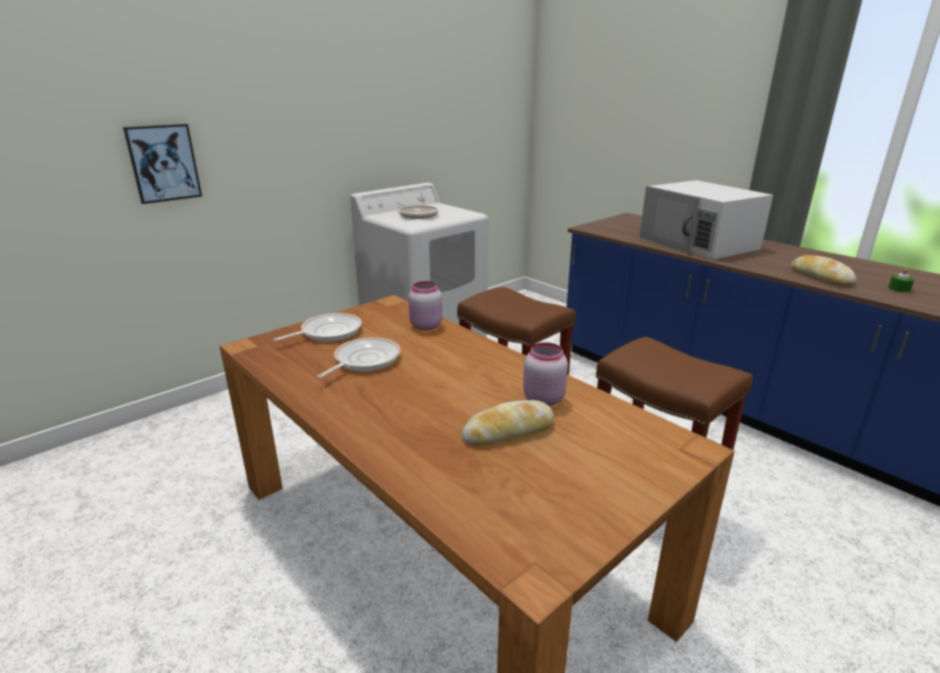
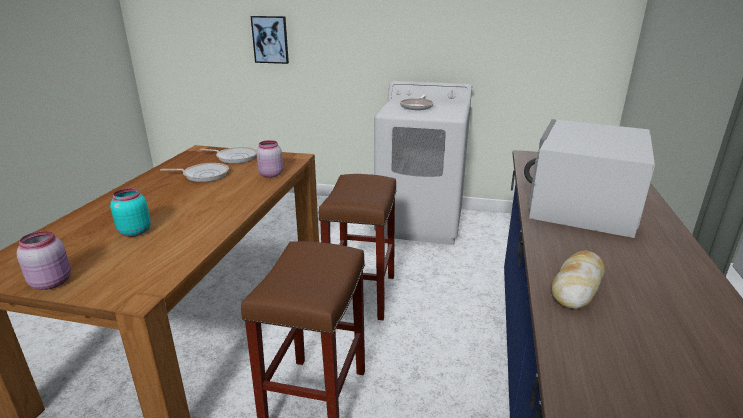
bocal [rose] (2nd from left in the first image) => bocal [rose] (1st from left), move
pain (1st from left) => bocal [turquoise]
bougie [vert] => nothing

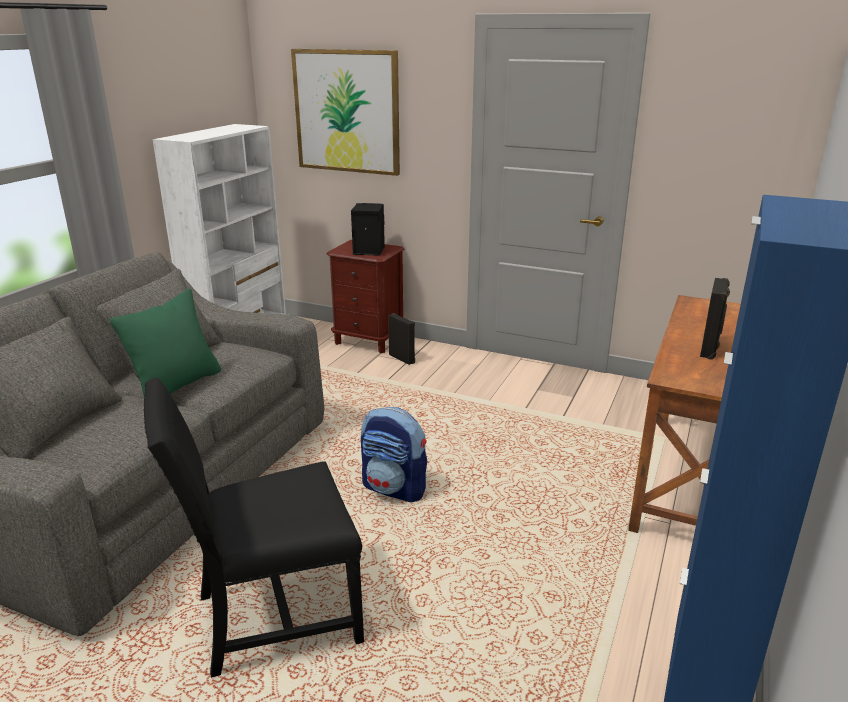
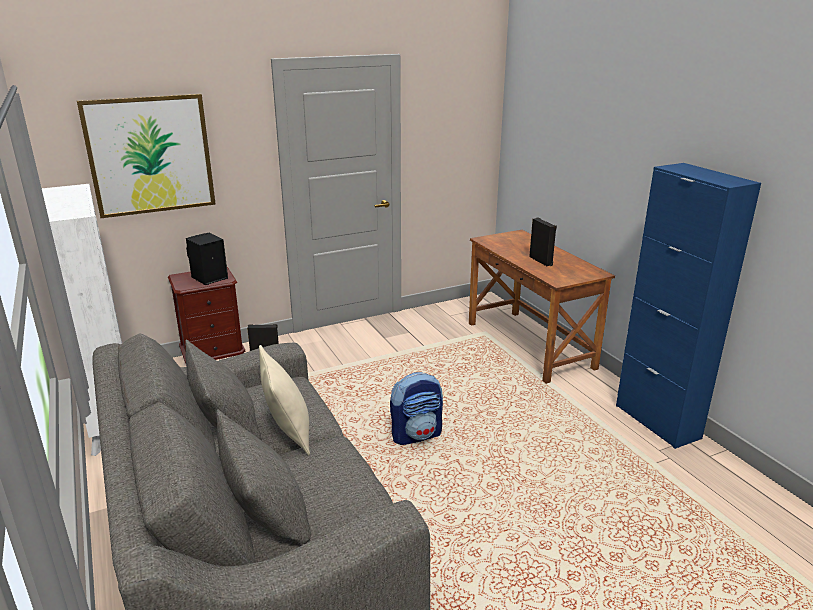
coussin [vert] => coussin [beige]
chaise [noir] => nothing

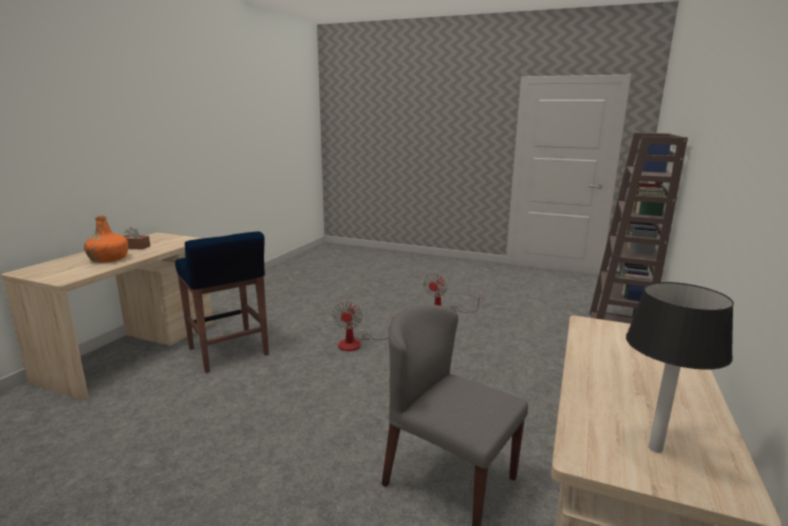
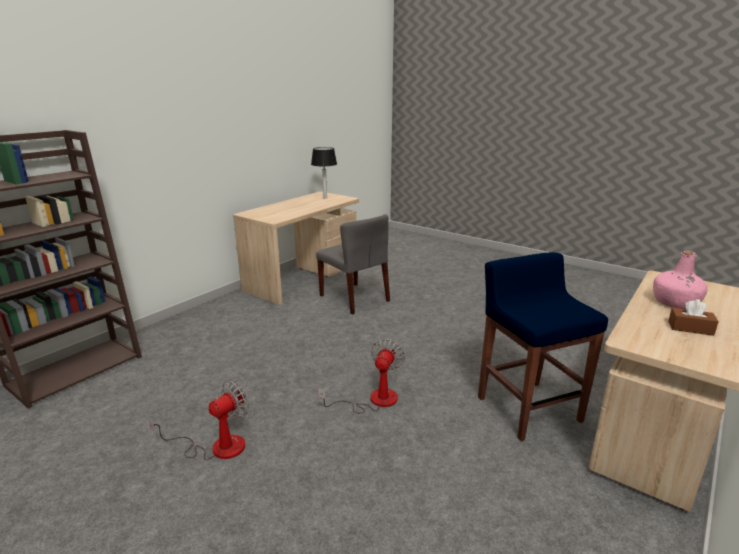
bouteille [orange] => bouteille [rose]

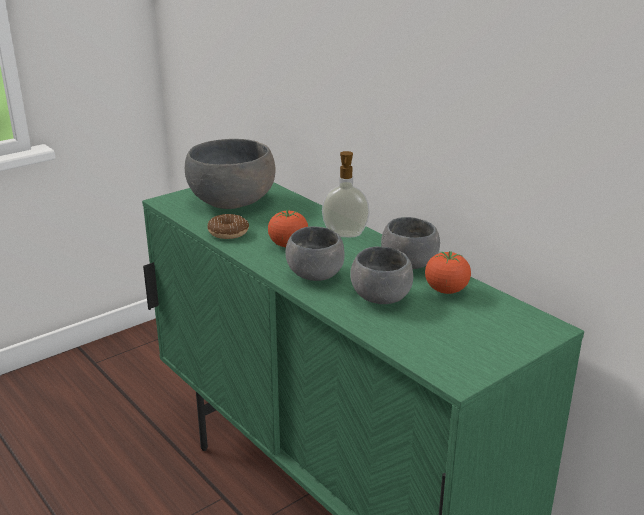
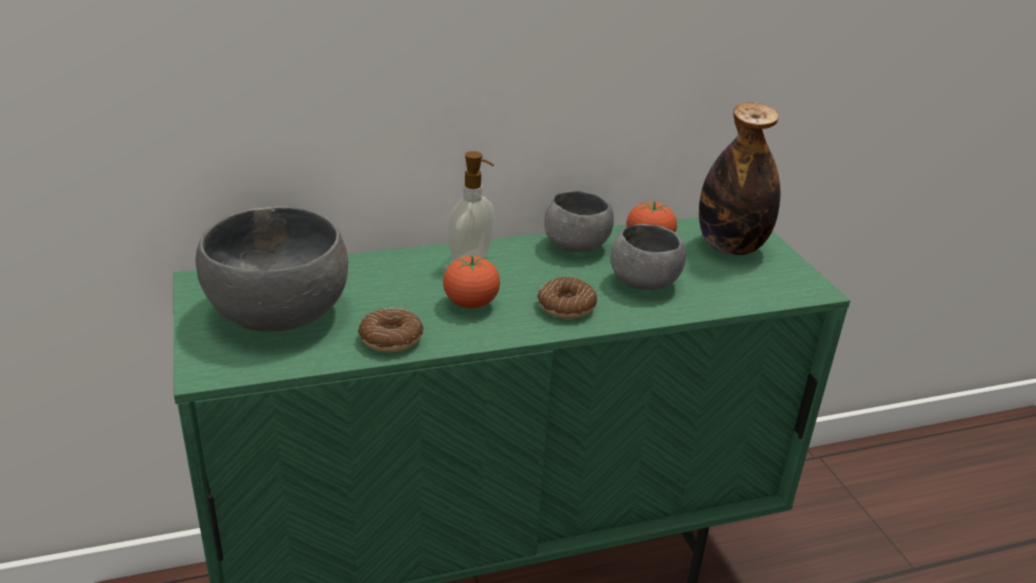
bol [gris] (2nd from left) => beignet (2nd from left)
nothing => bouteille

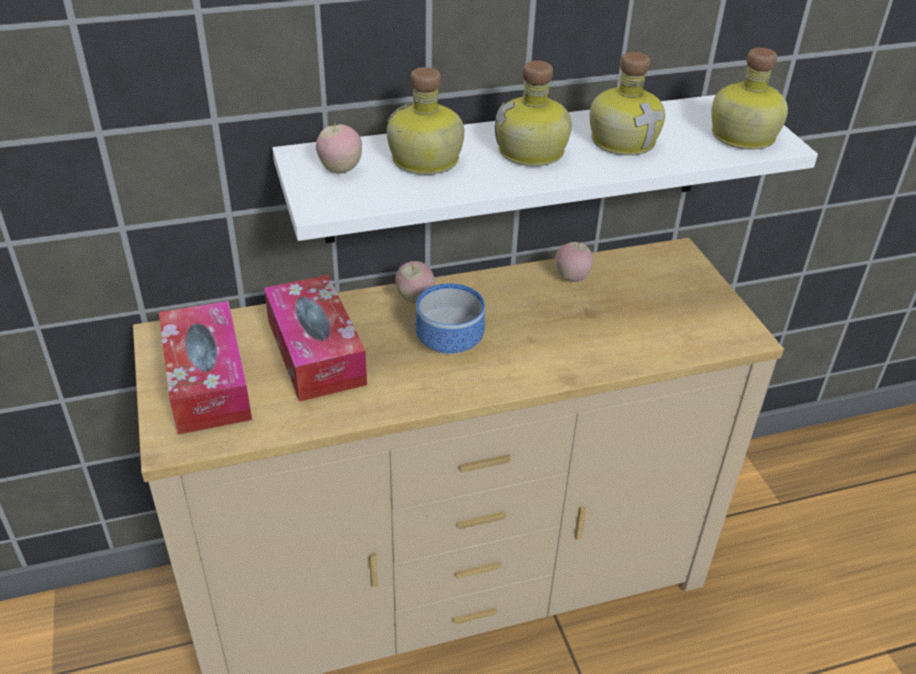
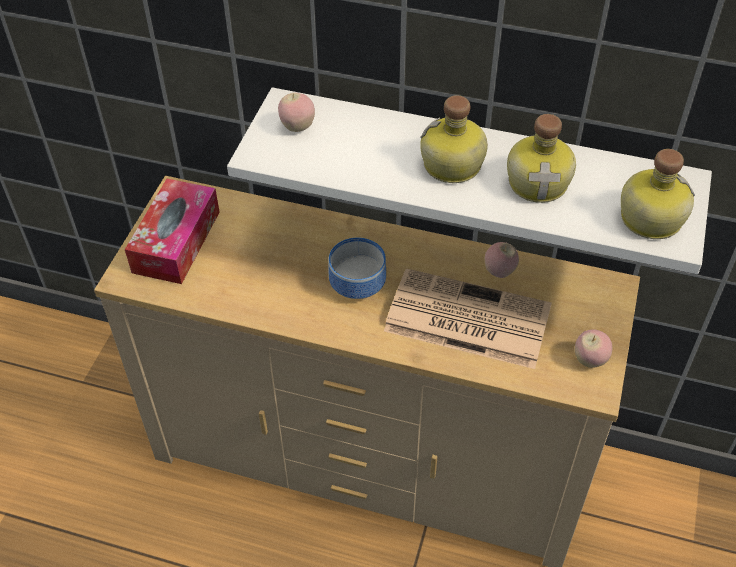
nothing => journal
pomme (2nd from left in the first image) => pomme (3rd from left), move
boîte à mouchoirs (2nd from left) => nothing
bouteille (1st from left) => nothing

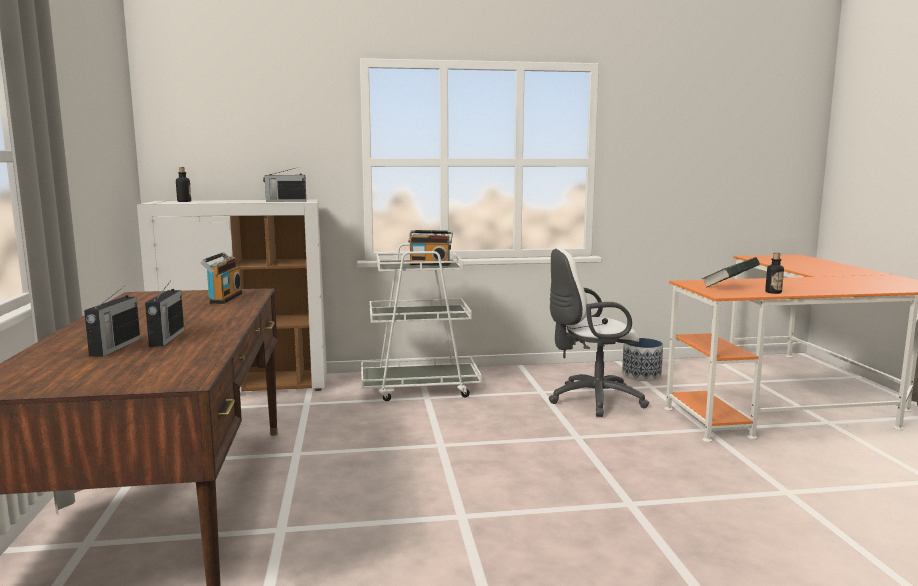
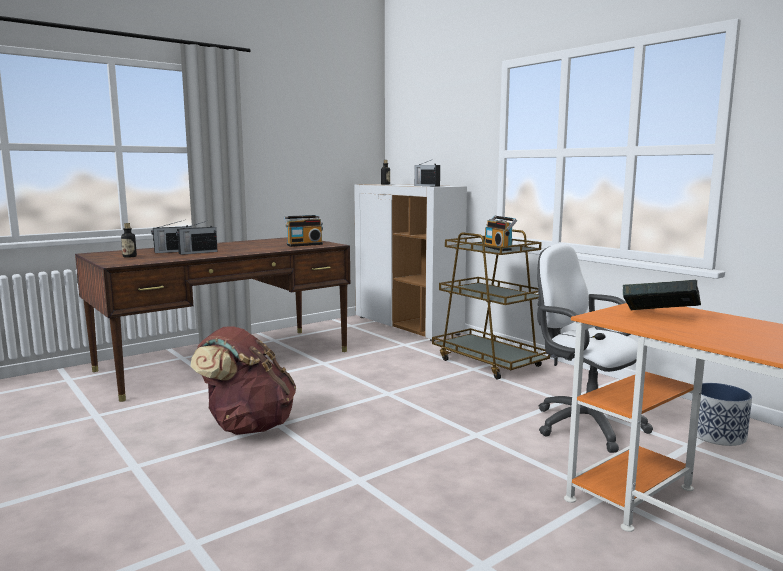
bouteille (2nd from left in the first image) => bouteille (1st from left), move
nothing => sac à dos [marron]
chariot [blanc] => chariot [marron]

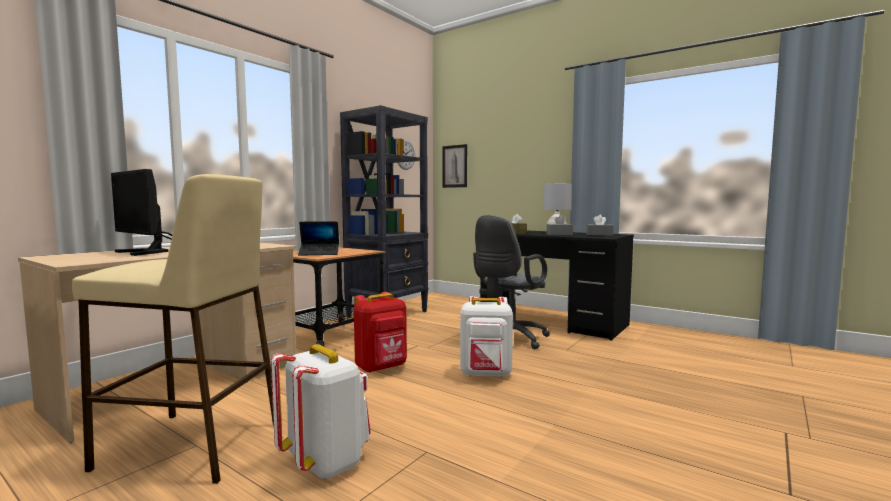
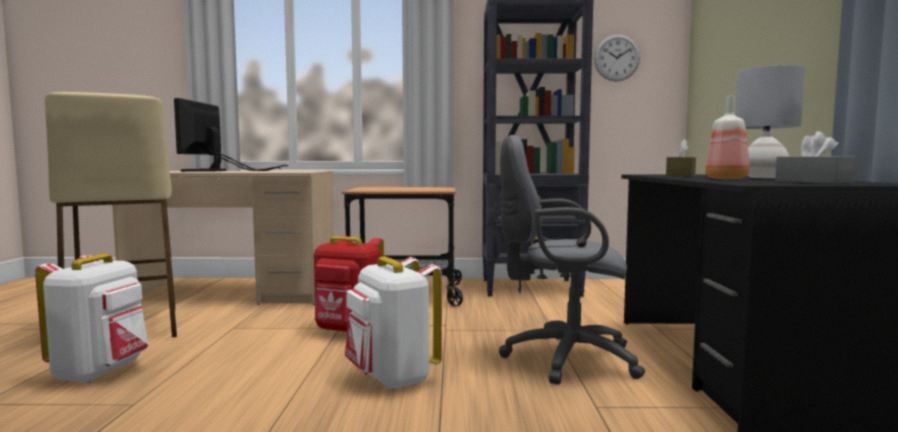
boîte à mouchoirs [gris] (1st from left) => bouteille
ordinateur portable => nothing
tableau => nothing

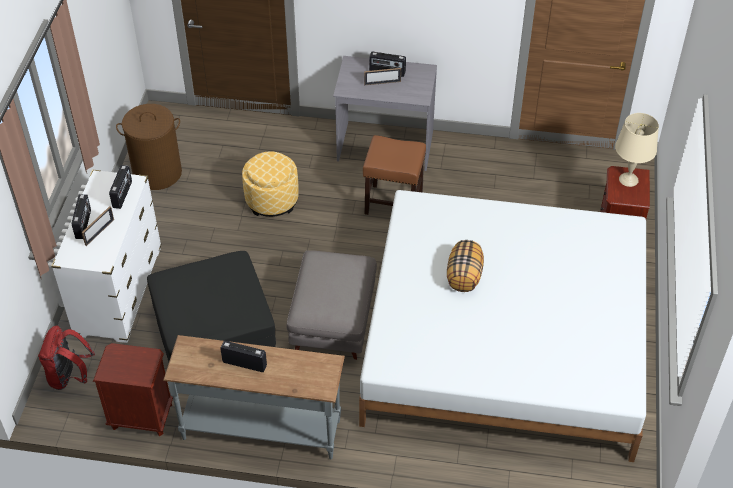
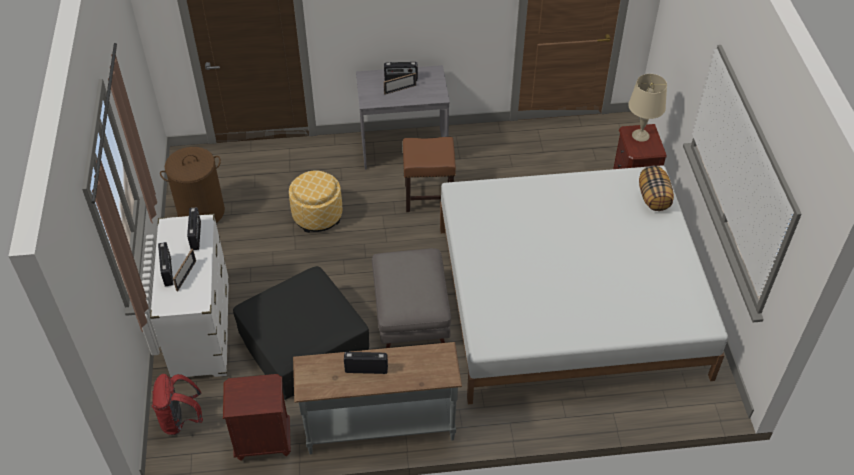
coussin, move

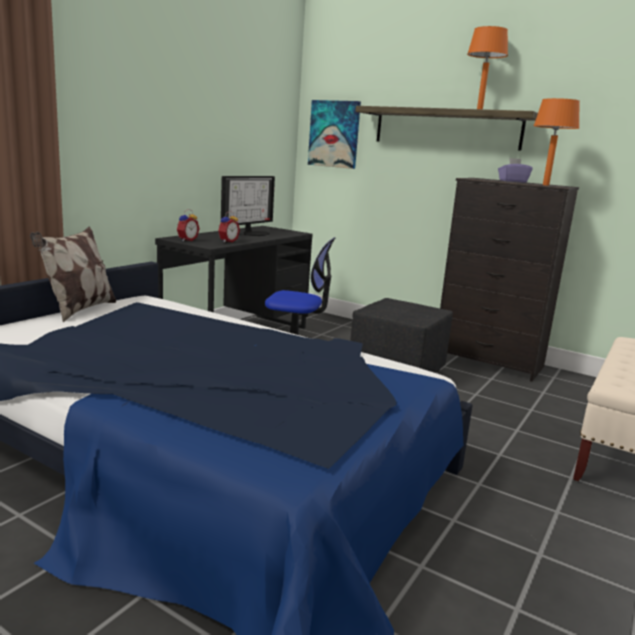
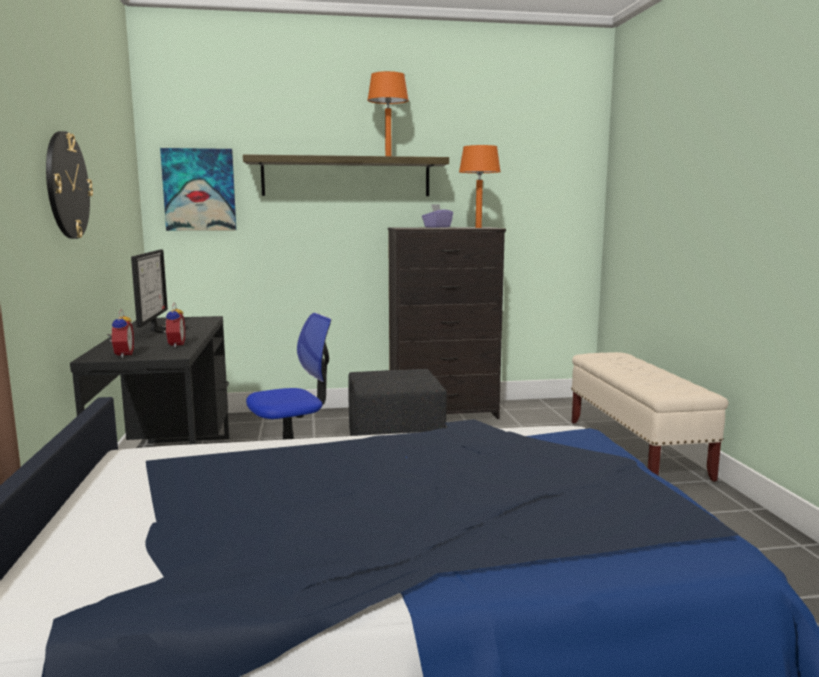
nothing => horloge murale
coussin => nothing

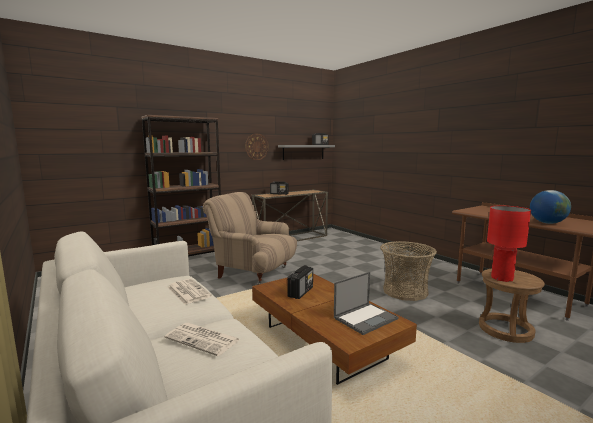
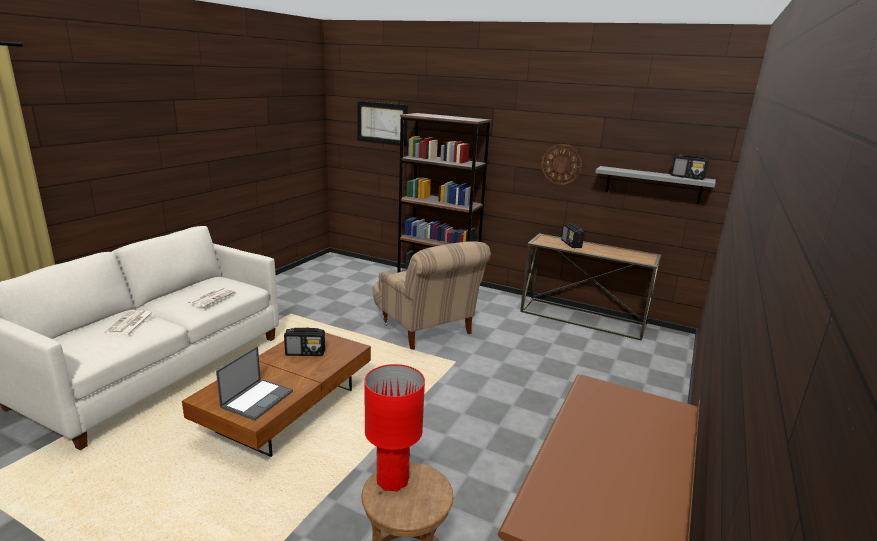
ordinateur portable, 90 degrees counterclockwise
nothing => tableau
fauteuil [beige], 150 degrees clockwise
panier => nothing
globe => nothing

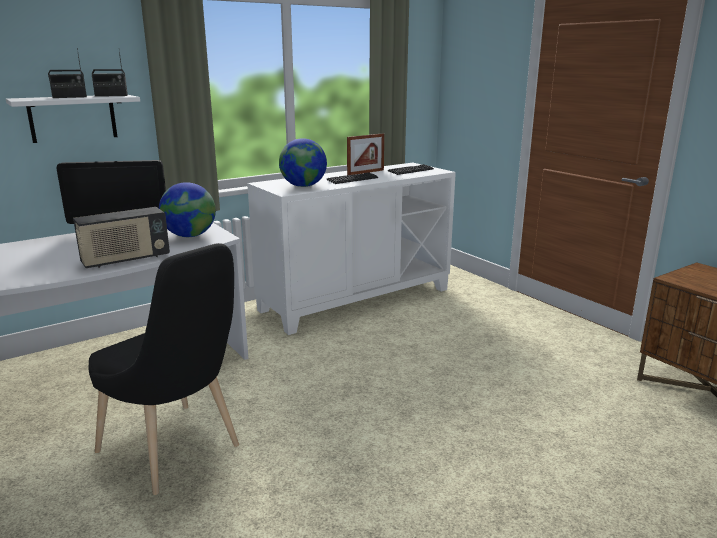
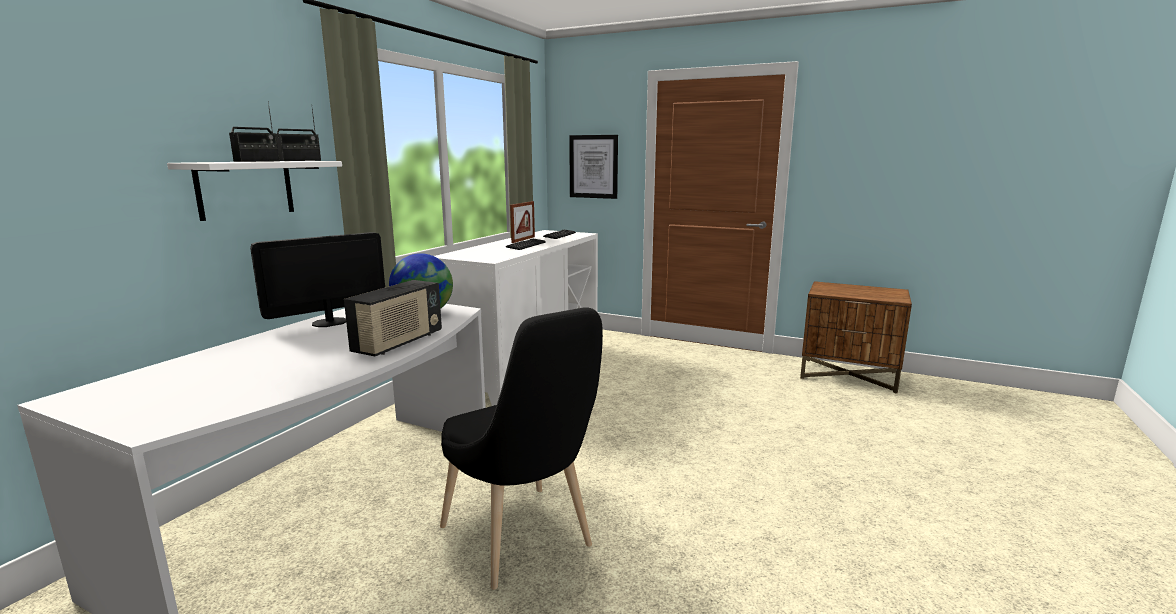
chaise [noir], 45 degrees clockwise
nothing => tableau
globe (2nd from left) => nothing

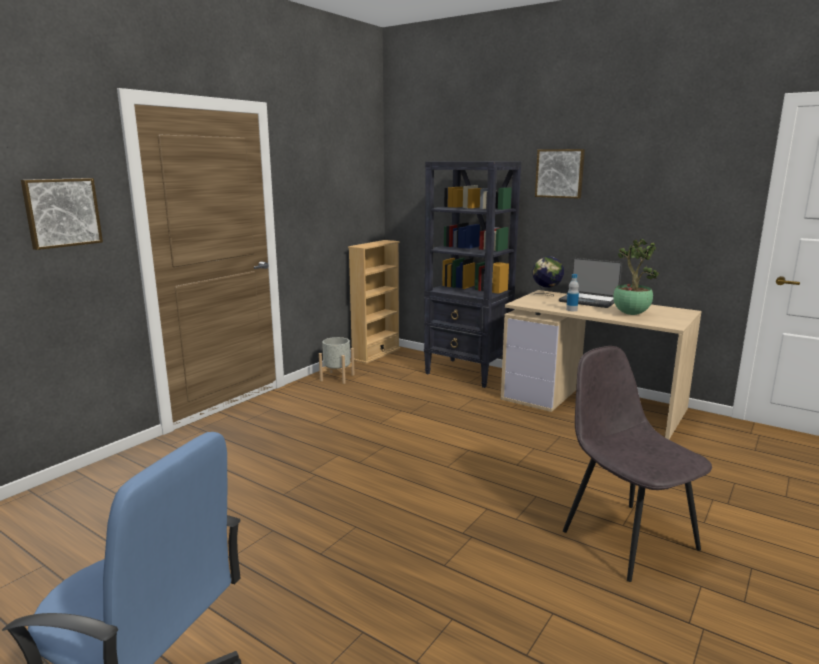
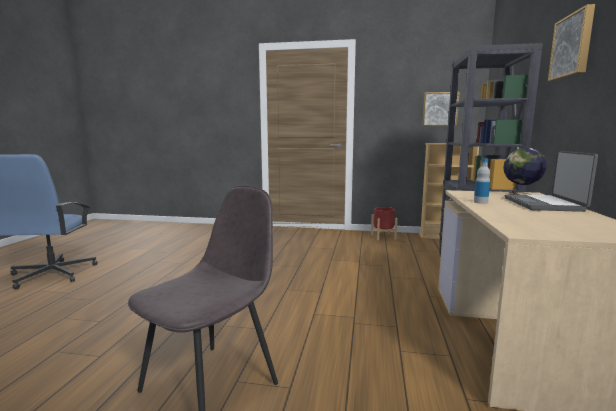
cache-pot [gris] => cache-pot [rouge]
tableau (1st from left), move
plante en pot => nothing

